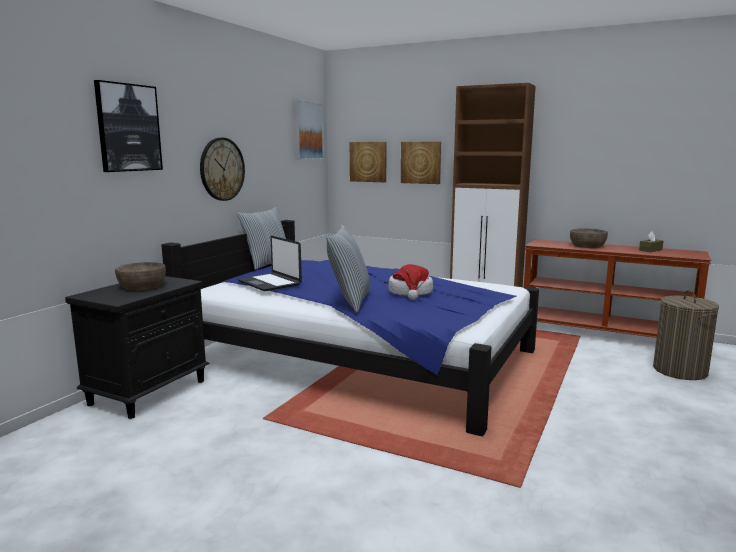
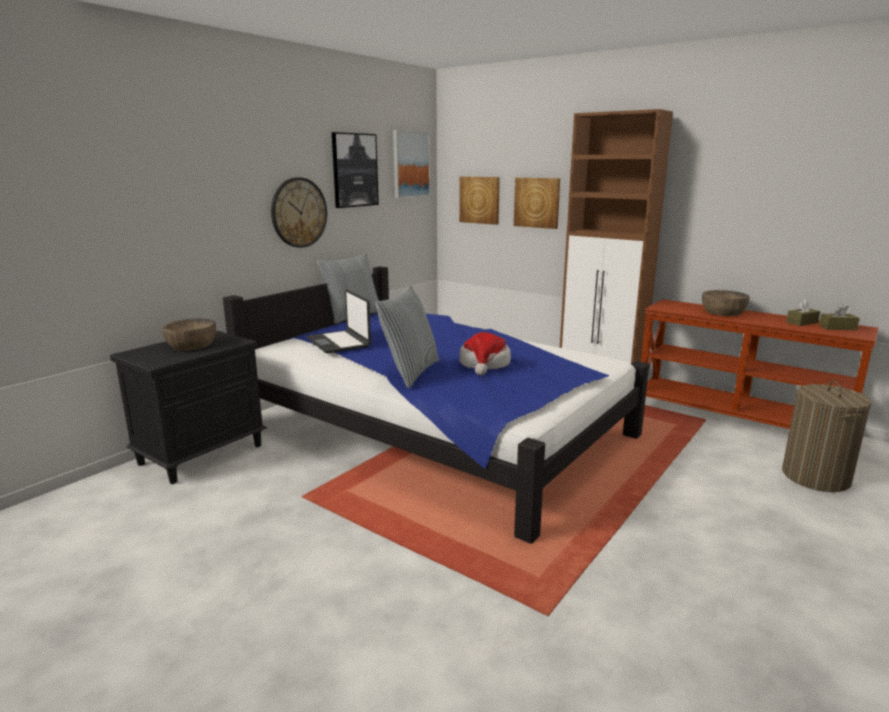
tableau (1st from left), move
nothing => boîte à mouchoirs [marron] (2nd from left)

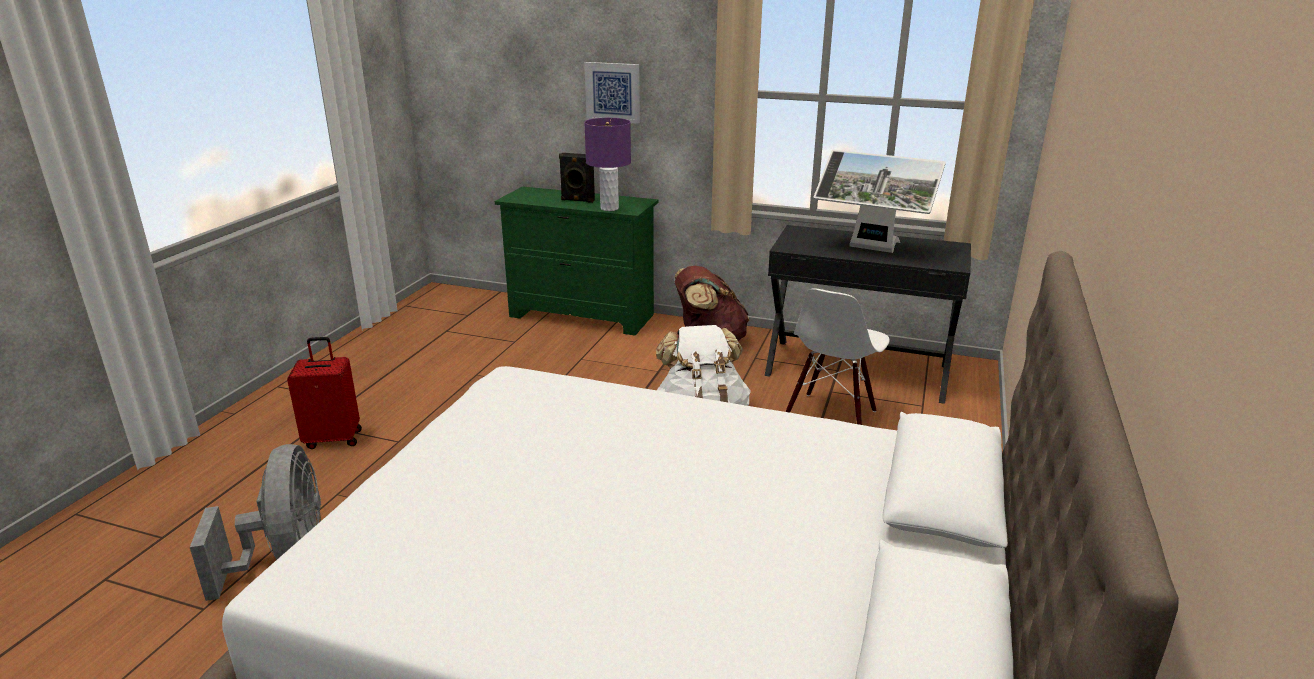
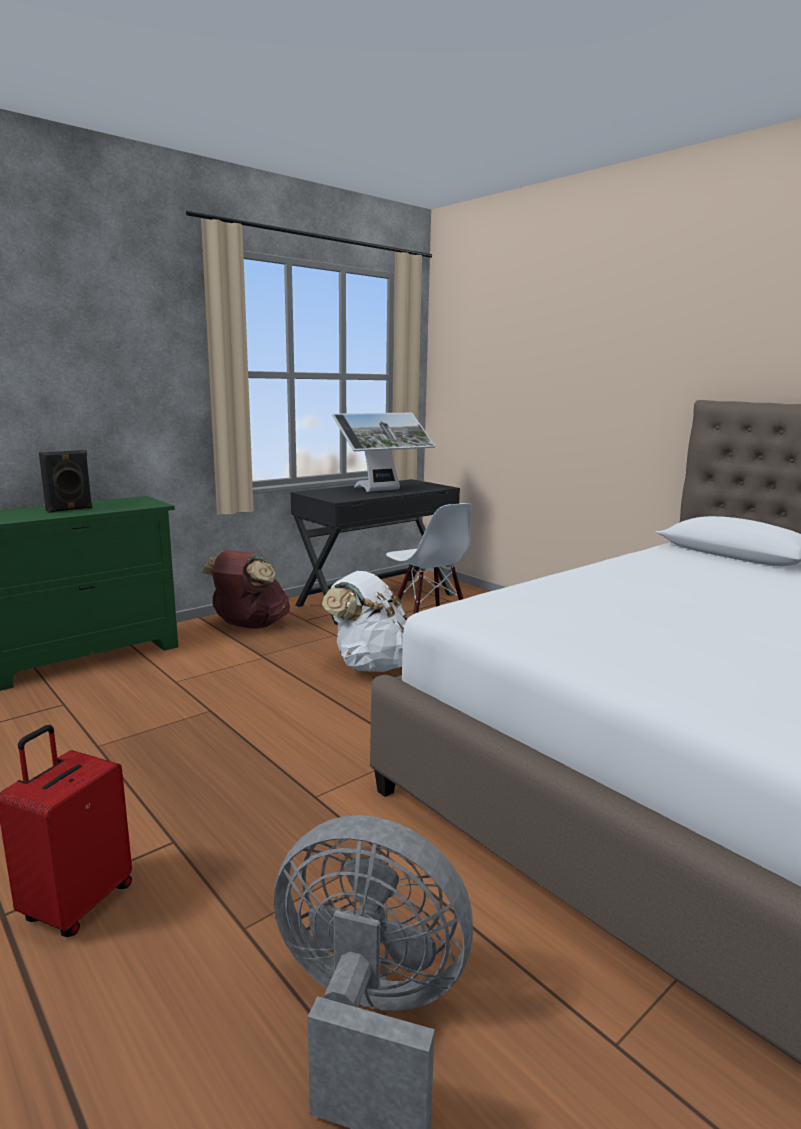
lampe de table [violet] => nothing
tableau => nothing

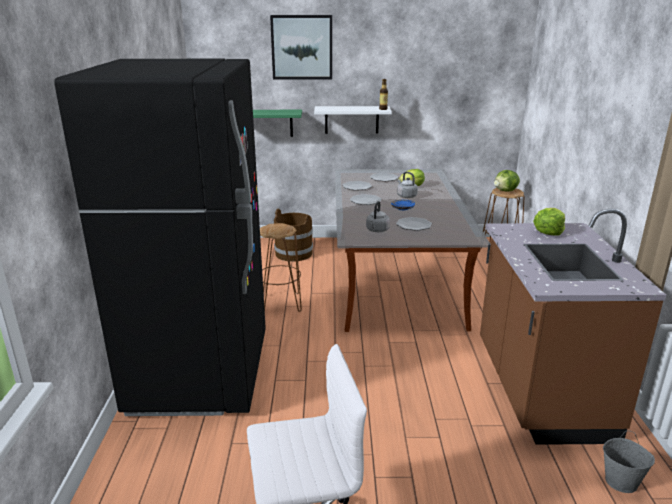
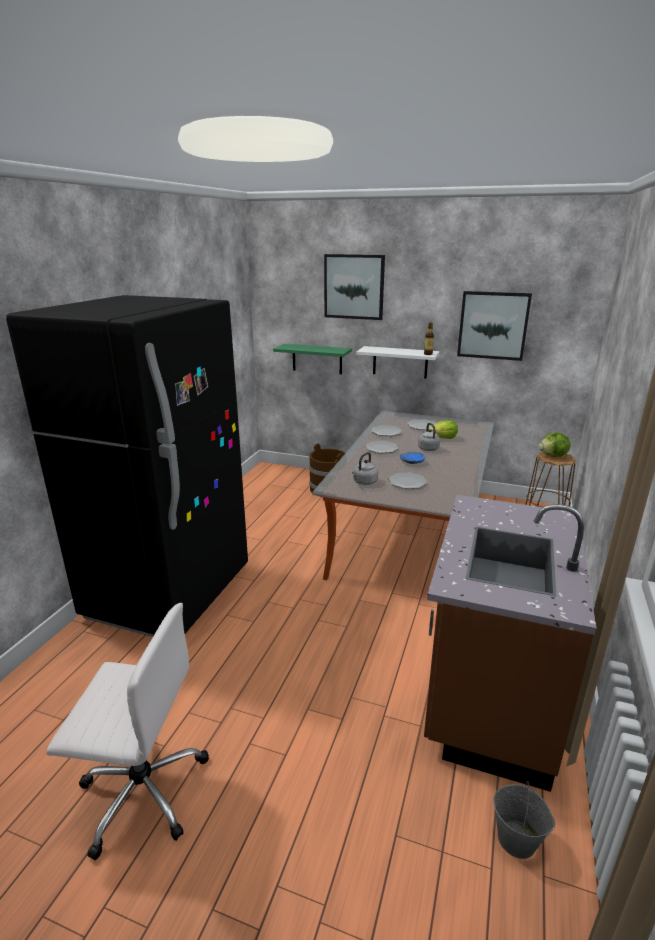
nothing => tableau (2nd from left)
tabouret [marron] (1st from left) => nothing
laitue (3rd from left) => nothing

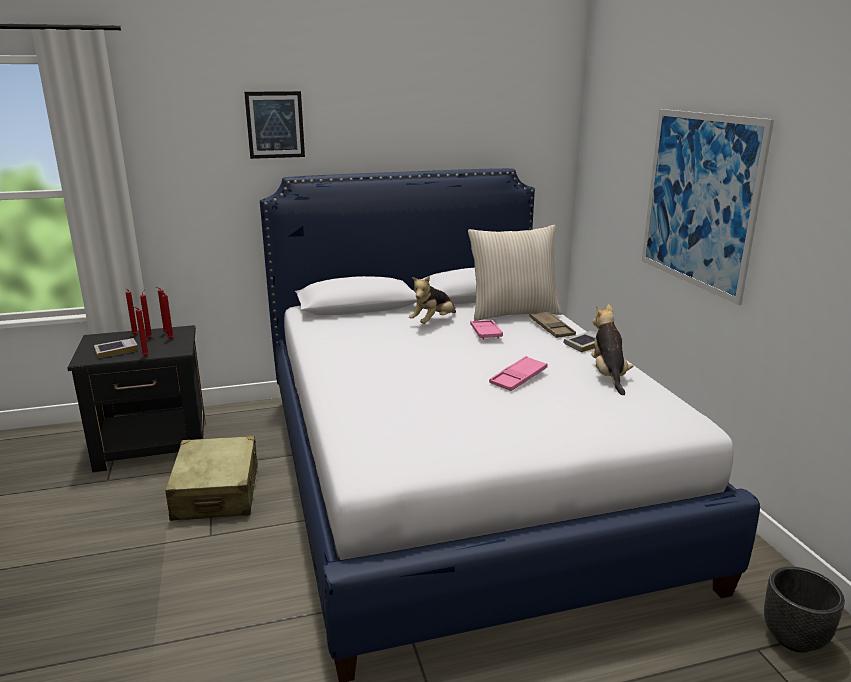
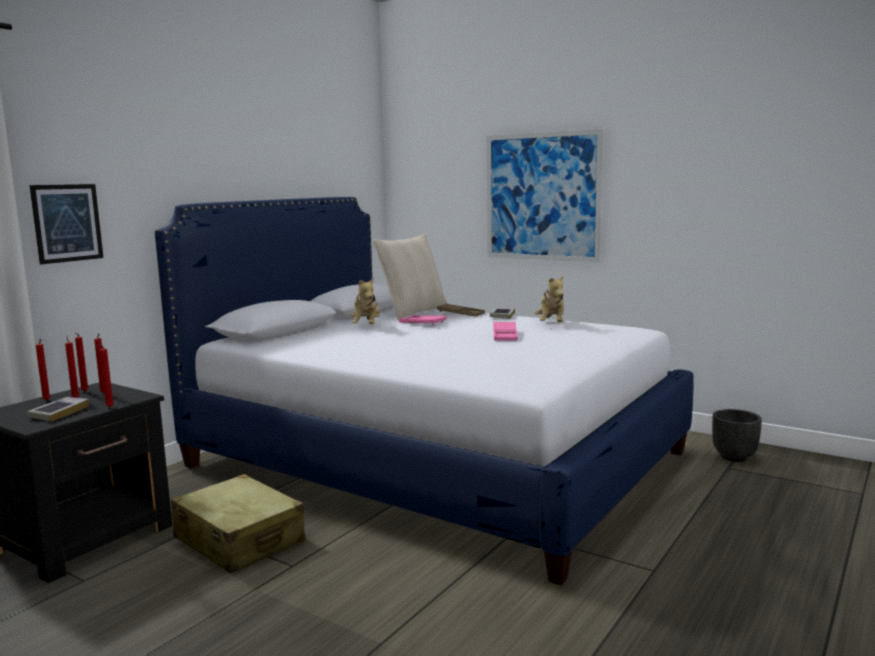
tableau (1st from left), move
peluche (2nd from left), 135 degrees counterclockwise

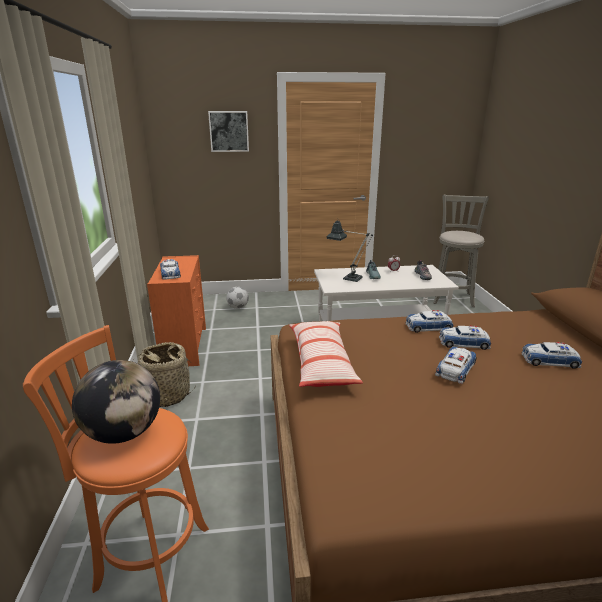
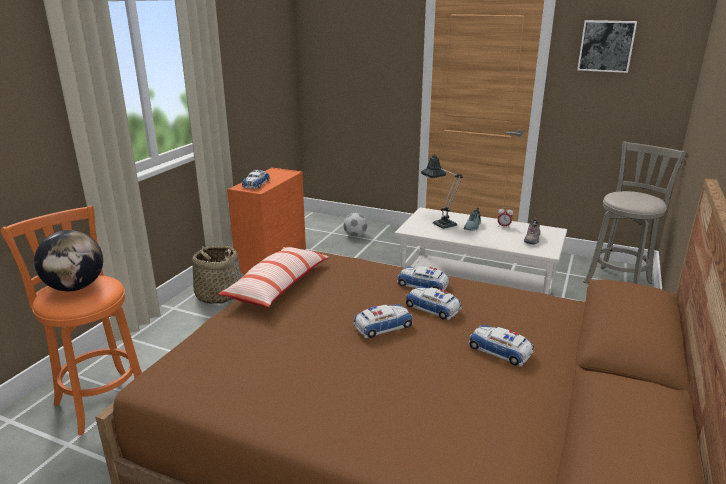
tableau, move

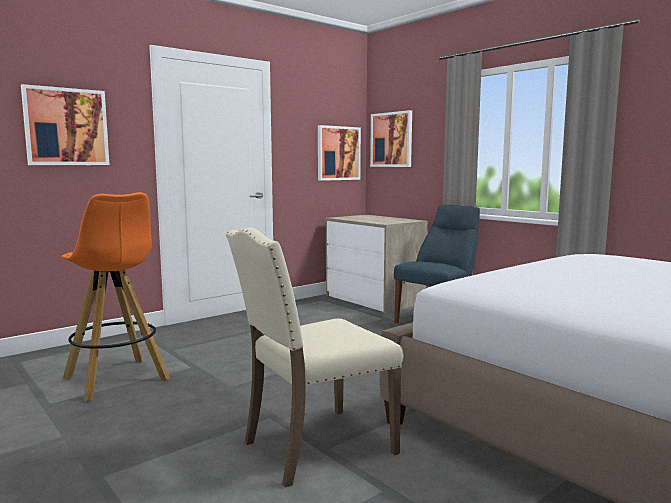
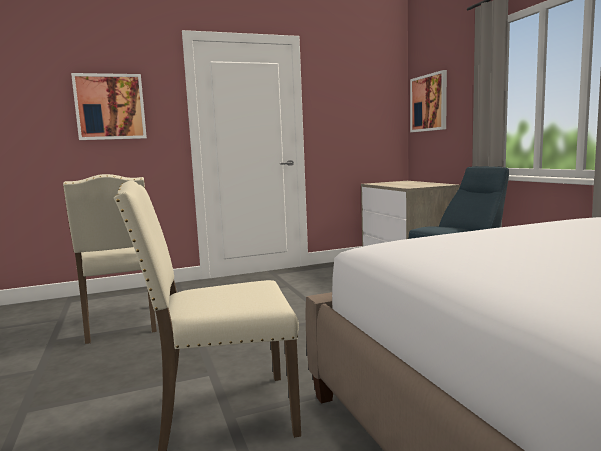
tabouret [orange] => chaise [beige] (1st from left)
tableau (2nd from left) => nothing

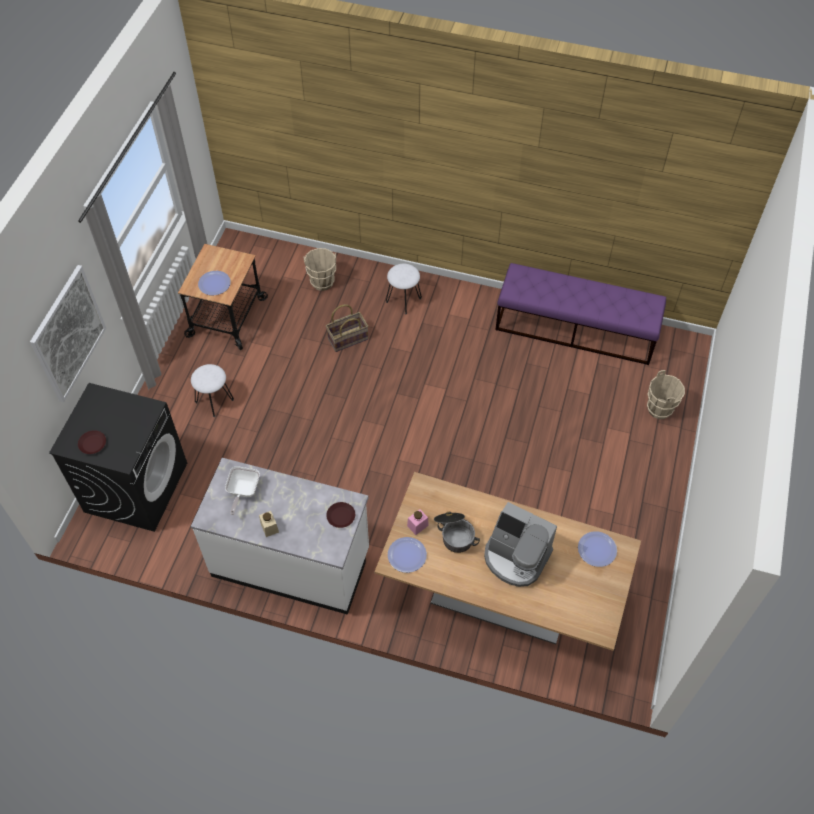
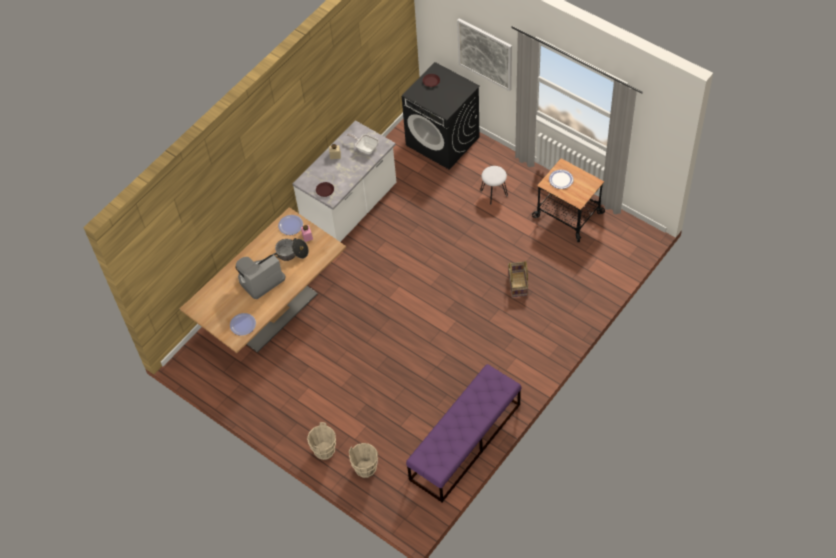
seau [beige] (1st from left), move
tabouret [blanc] (2nd from left) => nothing

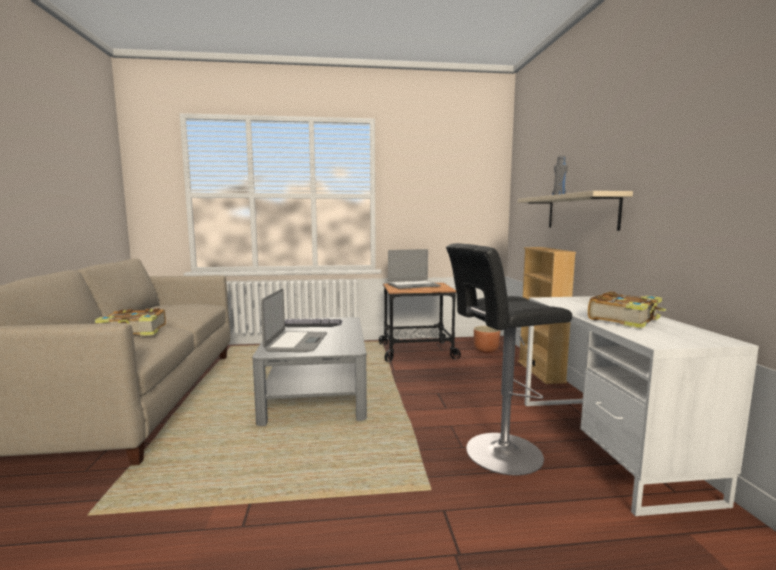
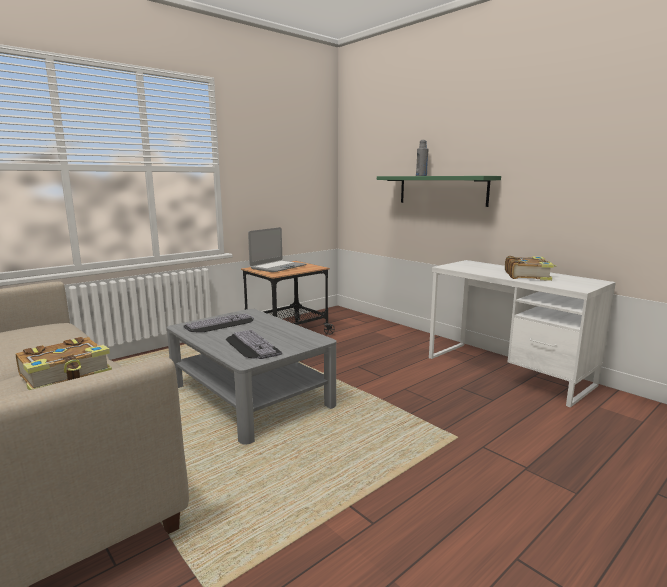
ordinateur portable (1st from left) => clavier (2nd from left)
étagère [beige] => étagère [vert]
tabouret [noir] => nothing
cache-pot [marron] => nothing
bibliothèque [beige] => nothing

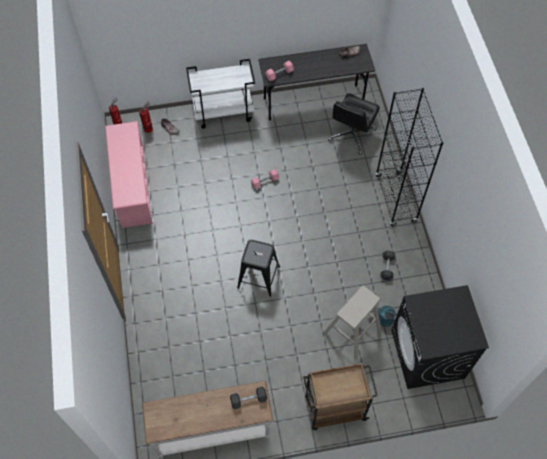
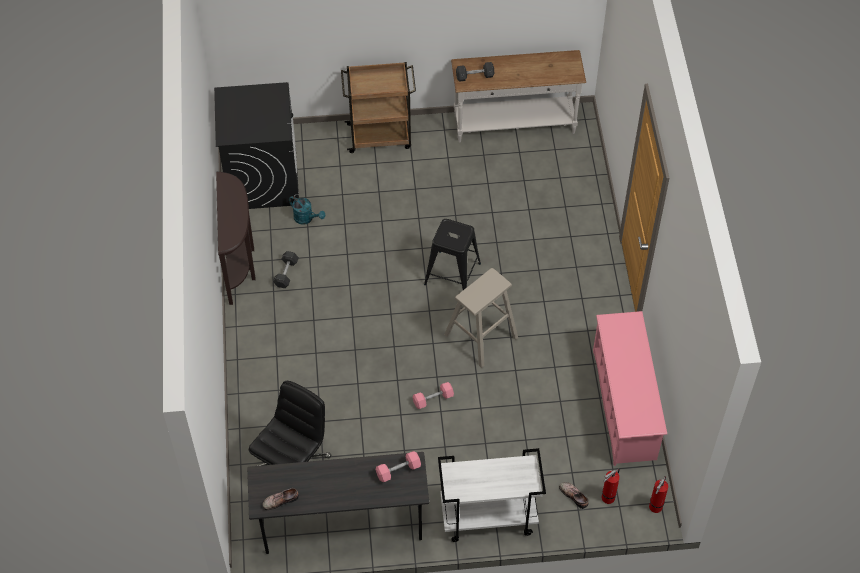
nothing => table console [marron]
tabouret [beige], move
bibliothèque [noir] => nothing

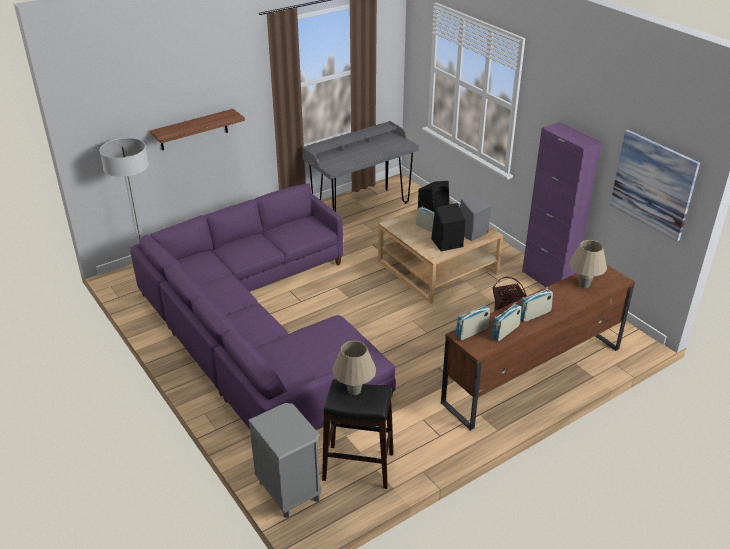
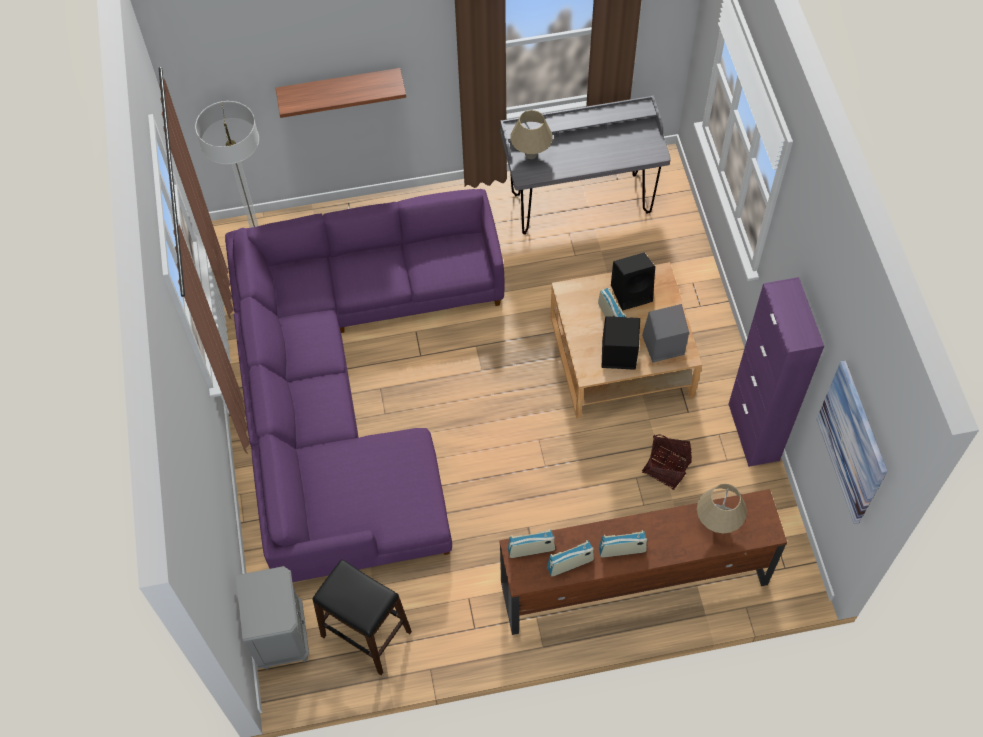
lampe de table [beige] (1st from left), move

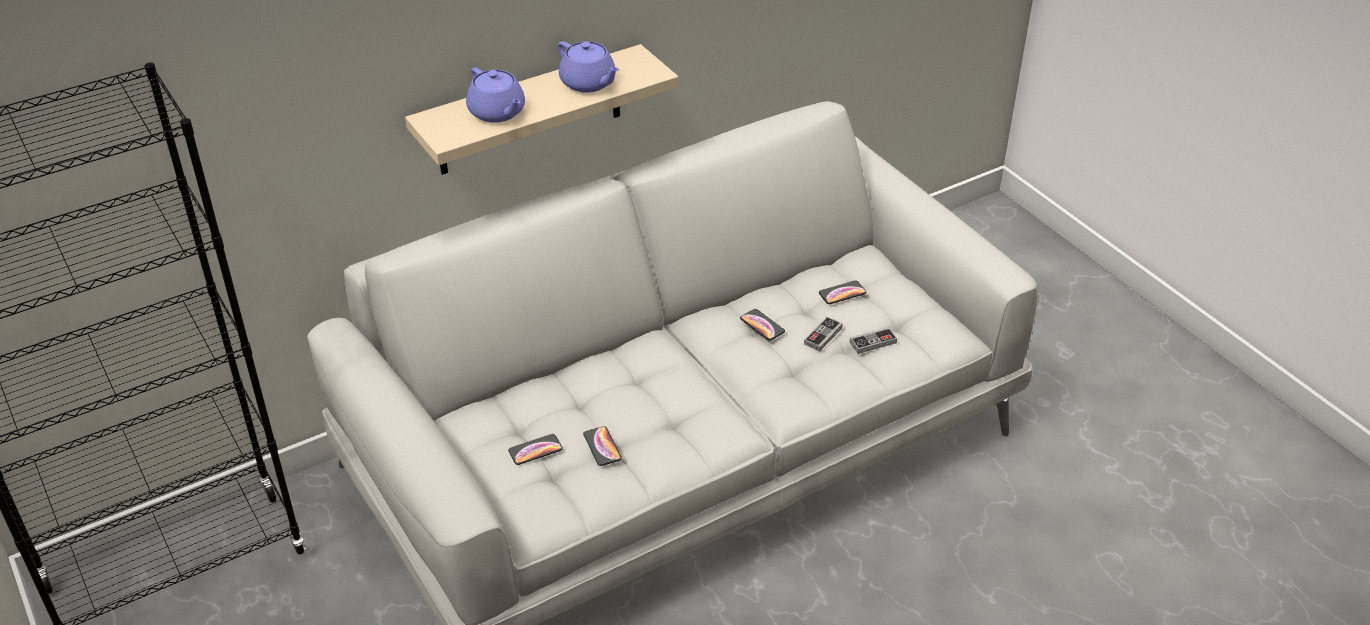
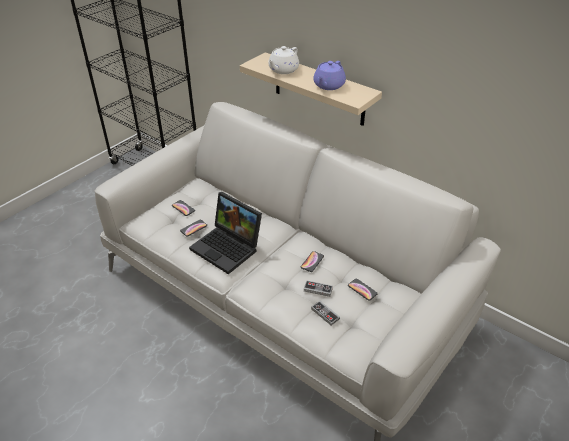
nothing => ordinateur portable
théière [violet] (1st from left) => théière [blanc]

